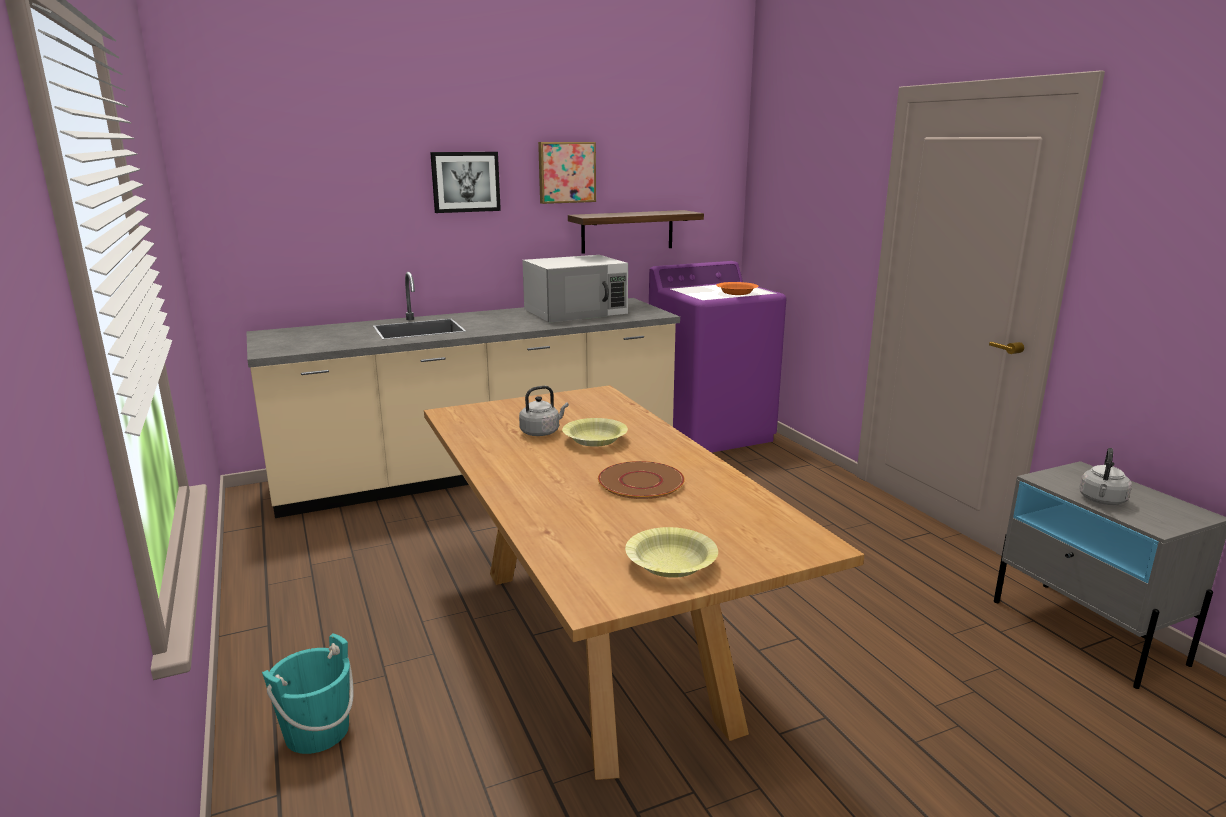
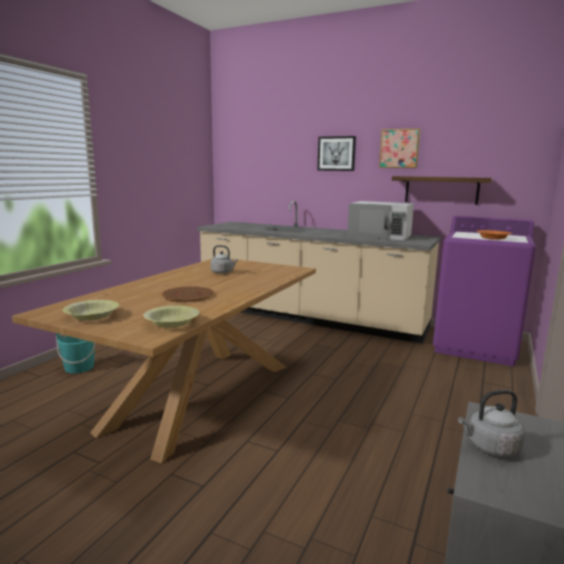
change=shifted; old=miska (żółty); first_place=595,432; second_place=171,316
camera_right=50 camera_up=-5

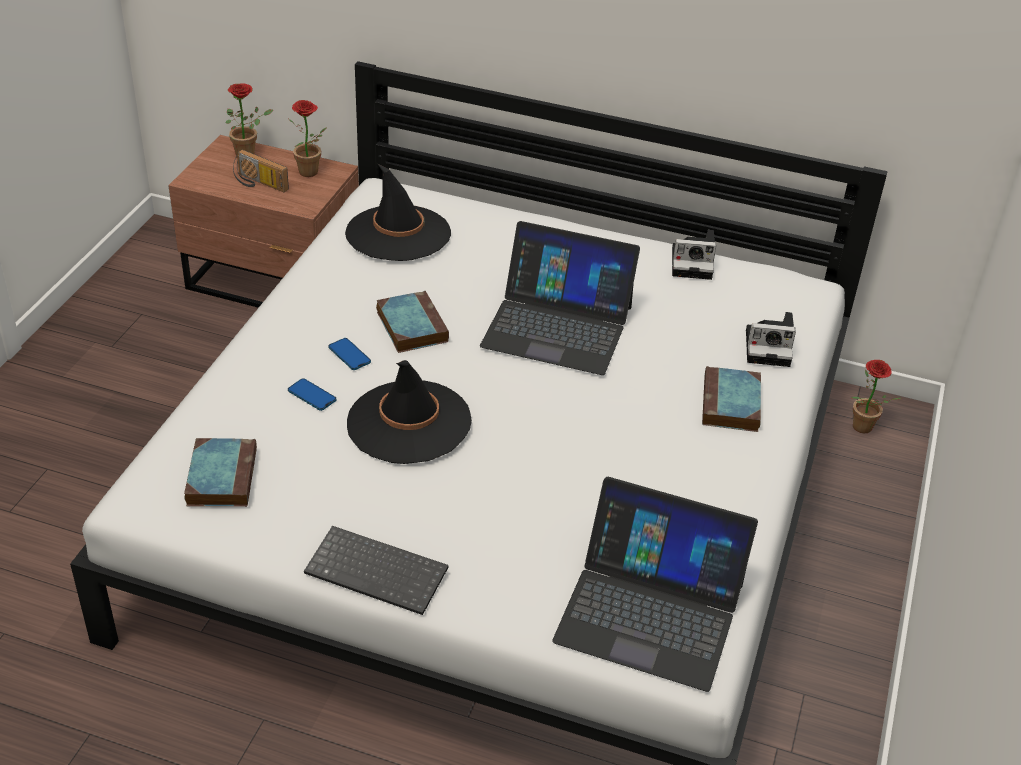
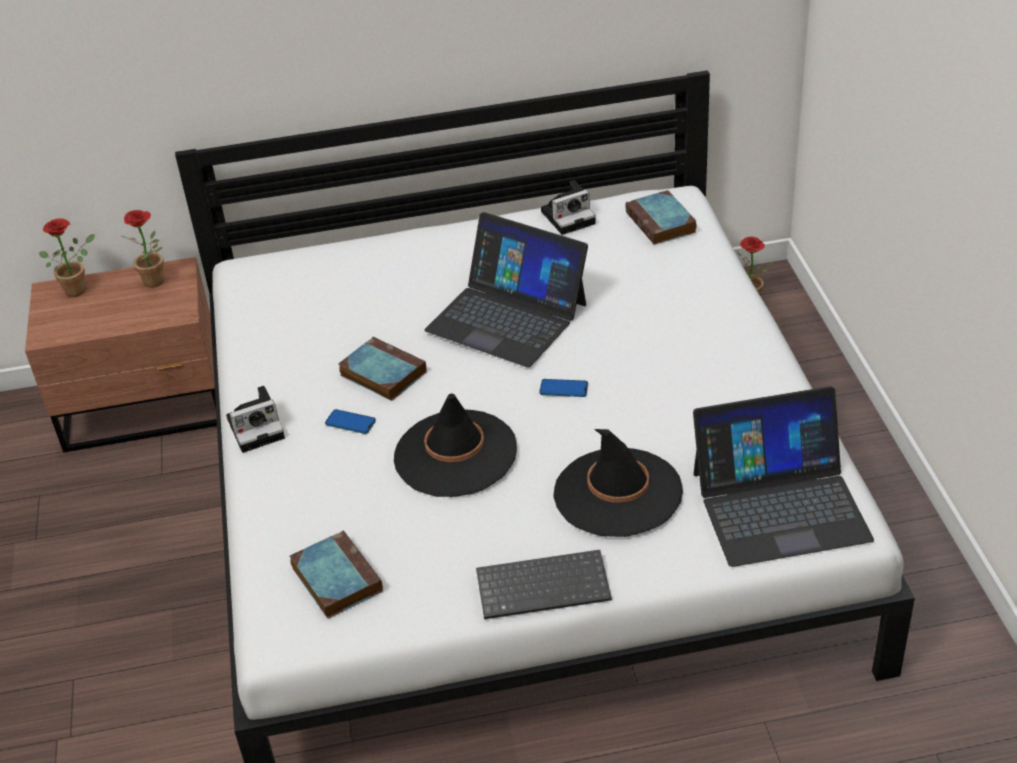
change=gone; old=radio; first_place=261,171
change=shifted; old=telefon; first_place=312,394; second_place=563,388
change=shifted; old=kapelusz (czarny); first_place=398,212; second_place=618,483
change=rotated; old=laptop; first_place=560,298; second_place=506,290; degrees=45
change=shifted; old=książka; first_place=731,399; second_place=661,217
change=shifted; old=aparat fotograficzny; first_place=771,339; second_place=255,419
camera_right=-25 camera_up=0

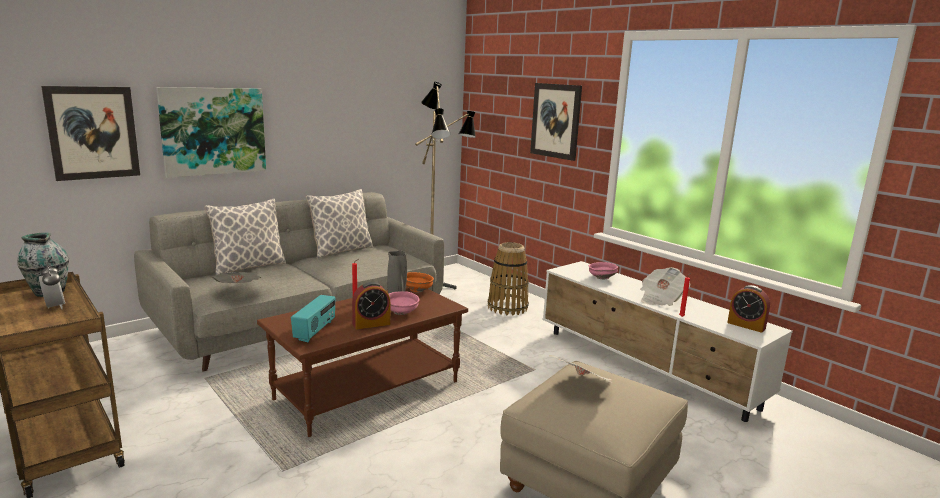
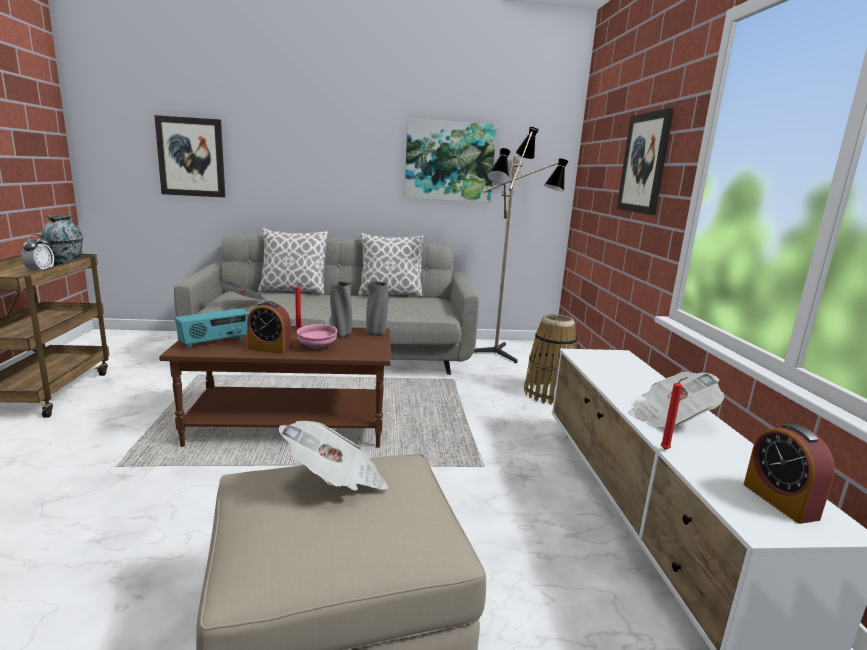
change=shifted; old=obraz; first_place=211,132; second_place=450,160
change=swapped; old=miska (pomarańczowy); new=wazon (szary); first_place=420,282; second_place=377,308
change=gone; old=miska (różowy); first_place=603,271
camera_right=35 camera_up=0

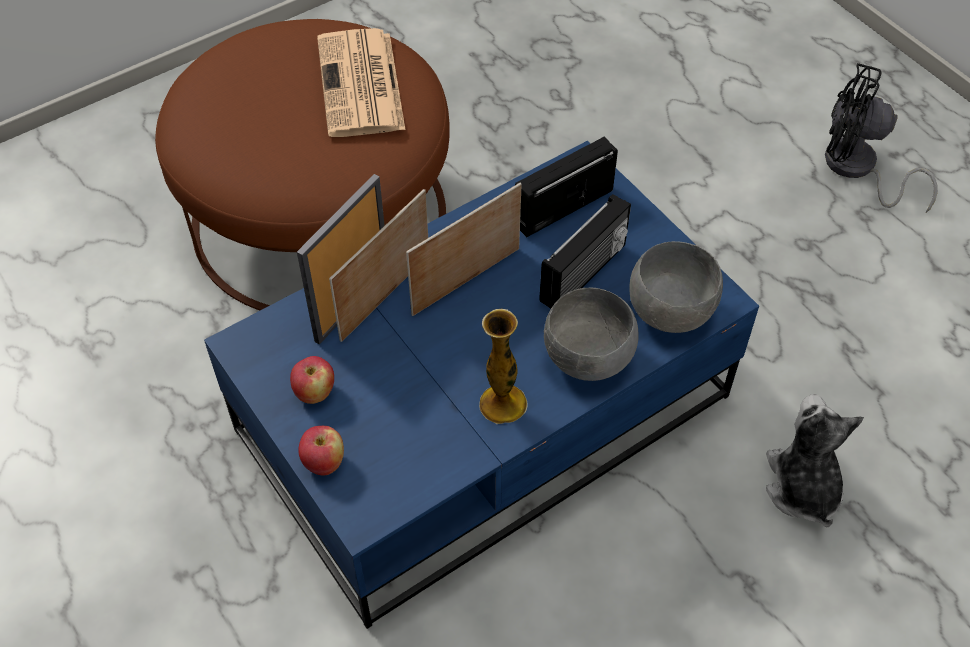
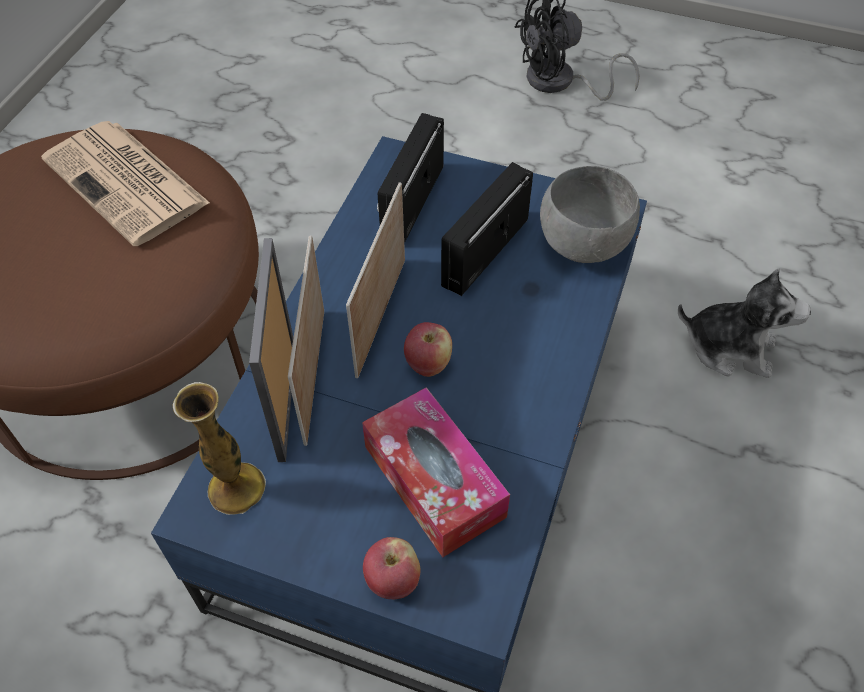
change=shifted; old=jabłko; first_place=312,380; second_place=428,349
change=shifted; old=wazon; first_place=503,366; second_place=219,448
change=rotated; old=radio; first_place=585,251; second_place=487,229; degrees=-150
change=gone; old=miska (szary); first_place=591,334
change=rotated; old=pluszak; first_place=815,460; second_place=744,323; degrees=150
change=new; new=pudełko chusteczek; second_place=436,472
camera_right=-35 camera_up=0

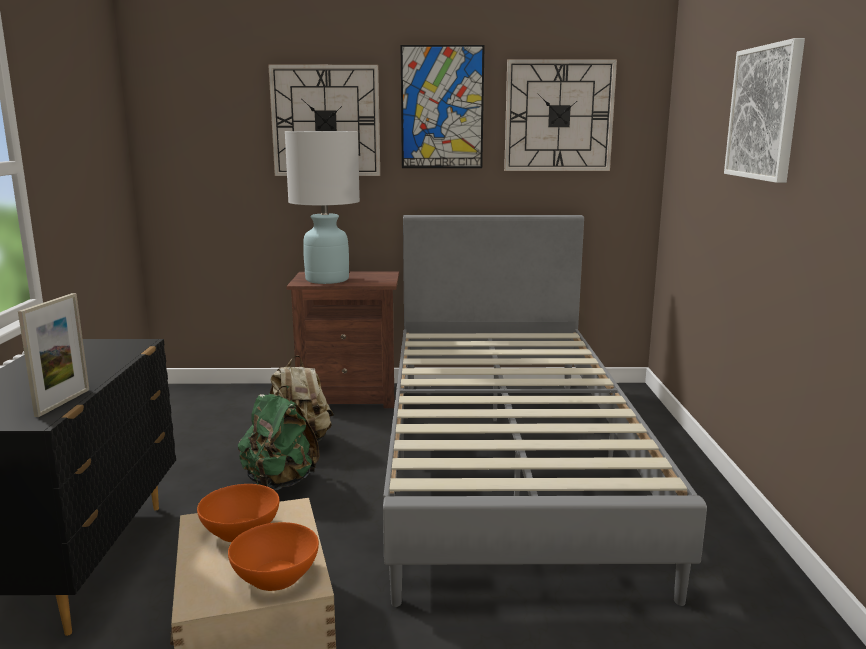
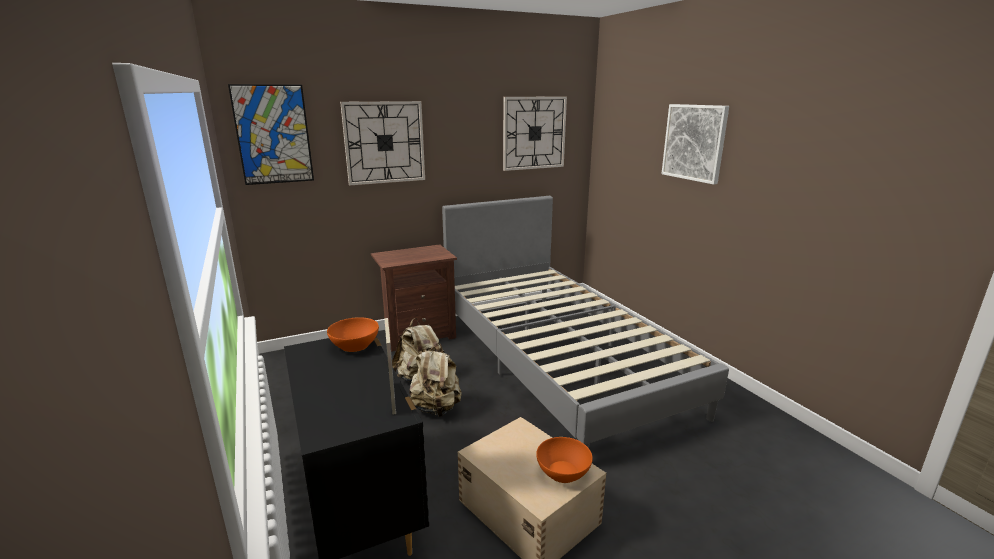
change=shifted; old=miska (pomarańczowy); first_place=238,513; second_place=353,334
change=repainted; old=plecak (zielony); new=plecak (beżowy); first_place=279,438; second_place=435,380
change=gone; old=lampa stołowa (biały); first_place=322,207
change=shifted; old=obraz; first_place=442,106; second_place=271,134
camera_right=-25 camera_up=5

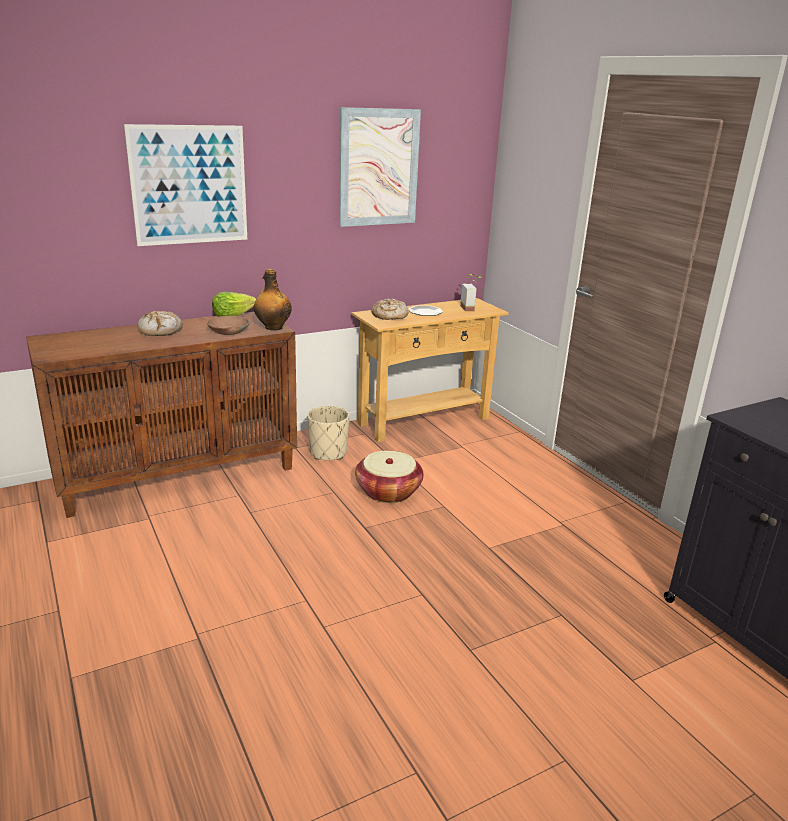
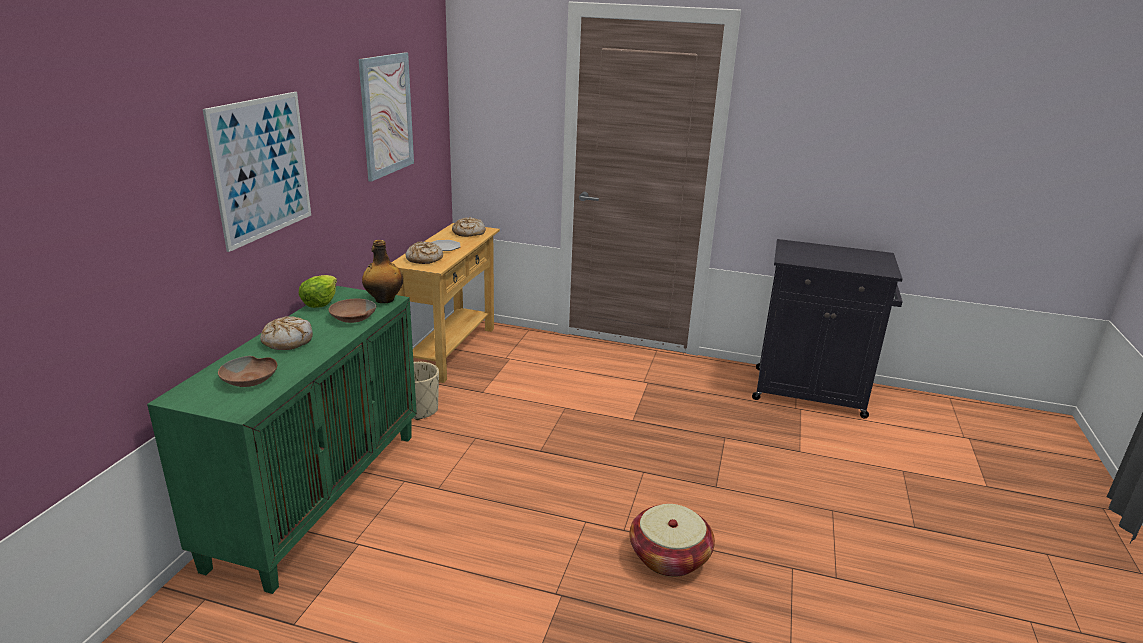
change=repainted; old=szafka (brązowy); new=szafka (zielony); first_place=161,415; second_place=282,440
change=shifted; old=koszyk; first_place=389,477; second_place=672,540
change=swapped; old=roślina doniczkowa; new=chleb; first_place=471,292; second_place=469,227
change=new; new=miska (brązowy); second_place=247,371
camera_right=-45 camera_up=0

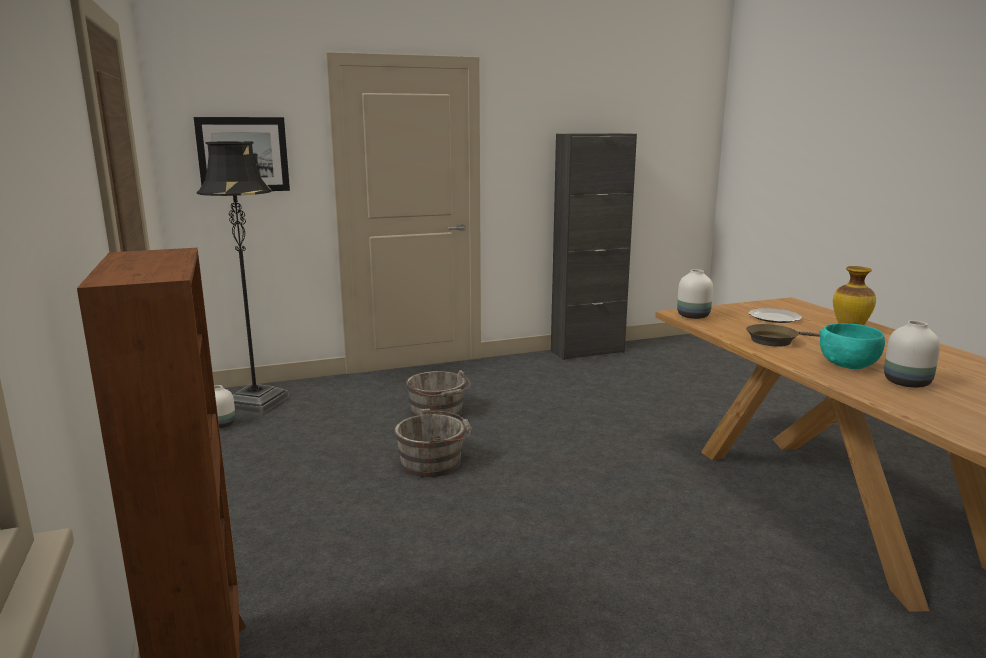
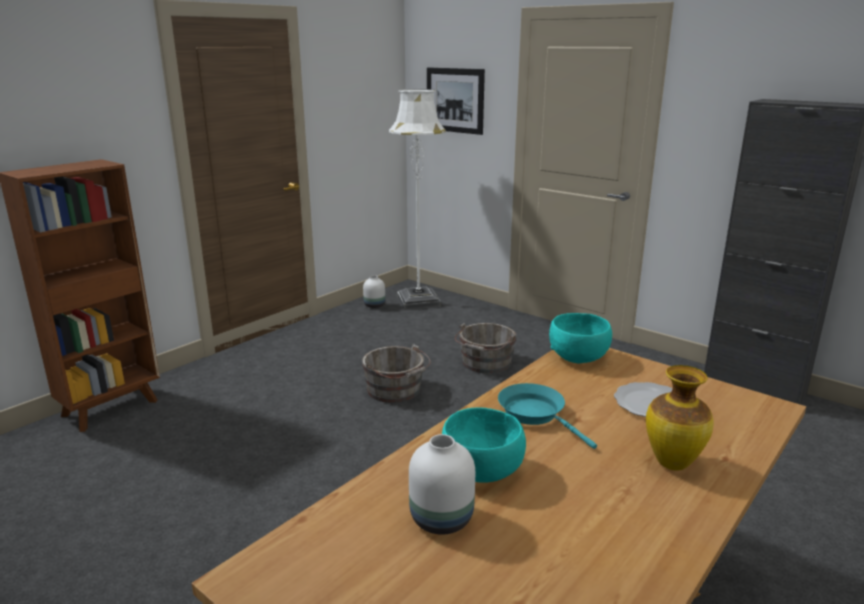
change=repainted; old=lampa stojąca (czarny); new=lampa stojąca (biały); first_place=243,277; second_place=417,199
change=swapped; old=wazon (biały); new=miska (turkusowy); first_place=695,294; second_place=580,338
change=repainted; old=patelnia (brązowy); new=patelnia (turkusowy); first_place=783,335; second_place=547,416
camera_right=60 camera_up=5

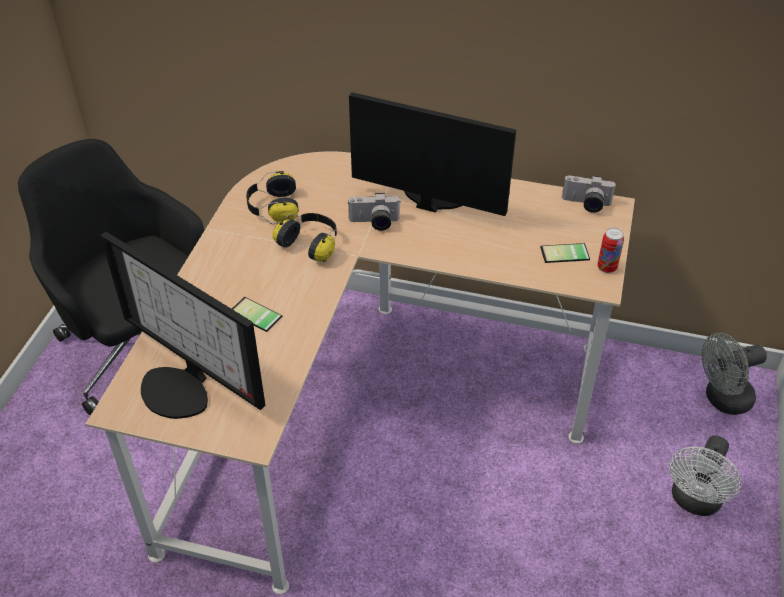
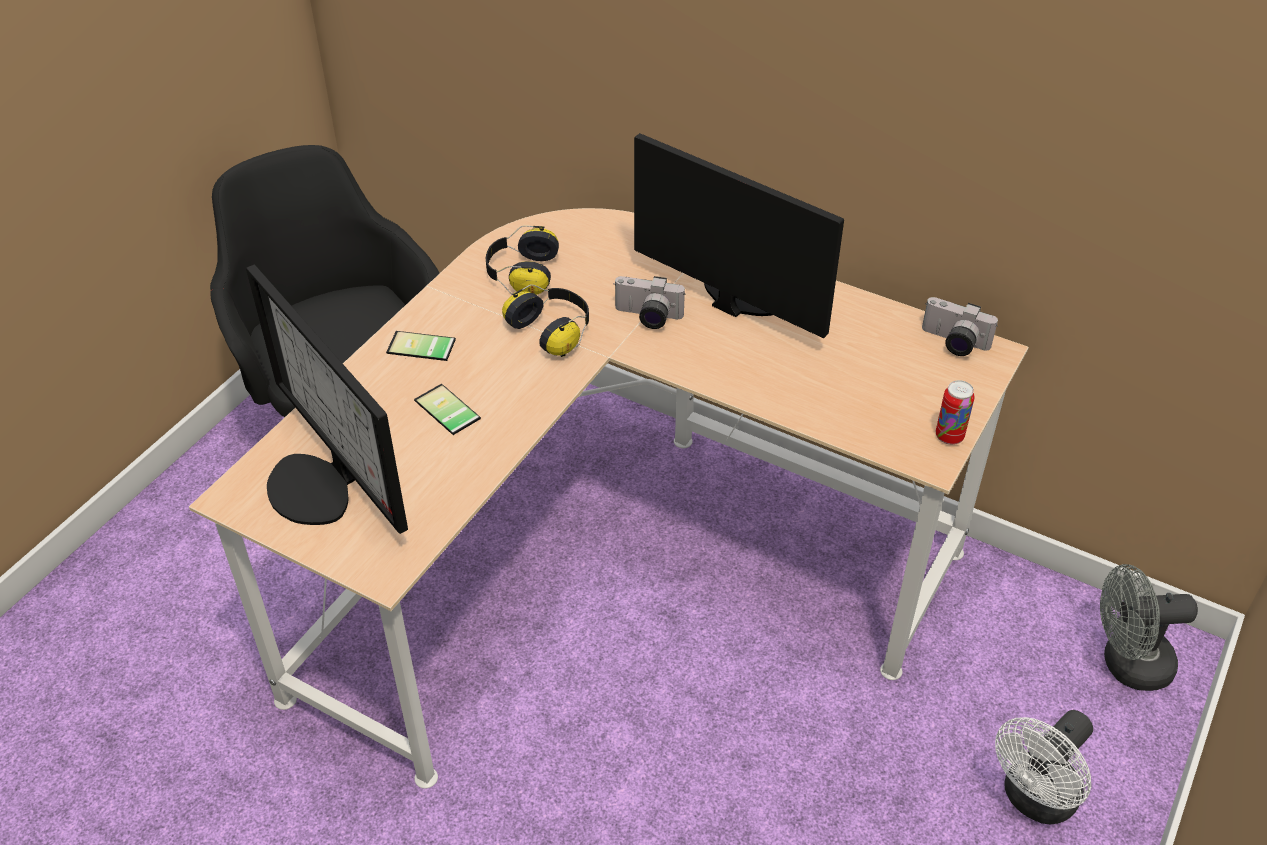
change=shifted; old=telefon; first_place=565,253; second_place=421,346
camera_right=15 camera_up=0

